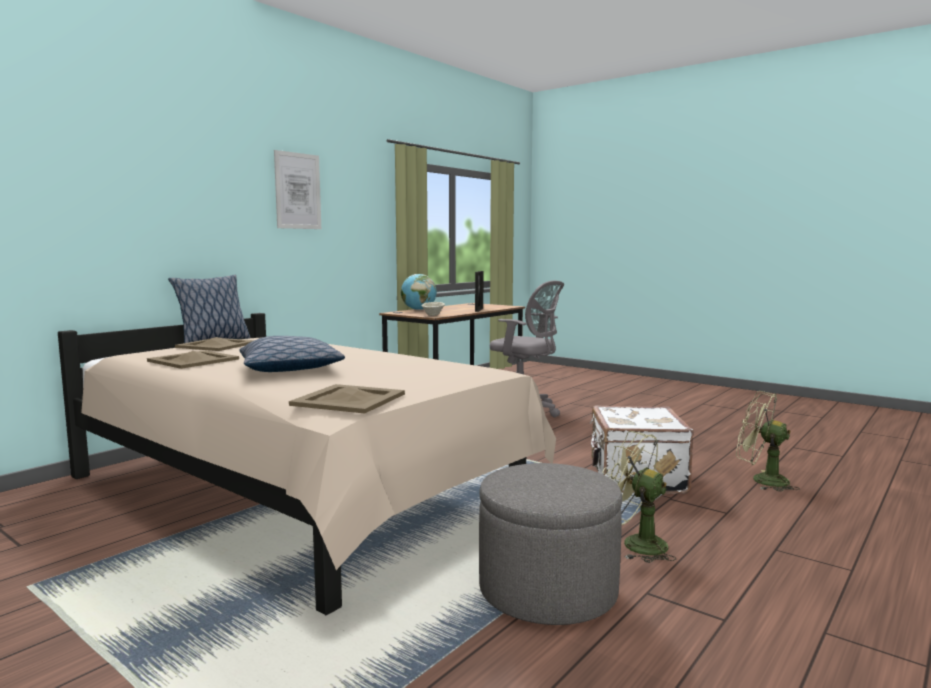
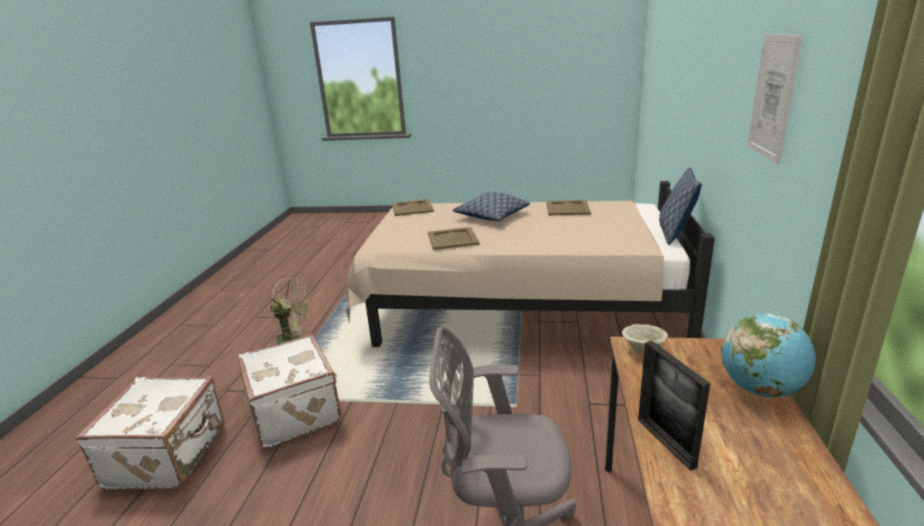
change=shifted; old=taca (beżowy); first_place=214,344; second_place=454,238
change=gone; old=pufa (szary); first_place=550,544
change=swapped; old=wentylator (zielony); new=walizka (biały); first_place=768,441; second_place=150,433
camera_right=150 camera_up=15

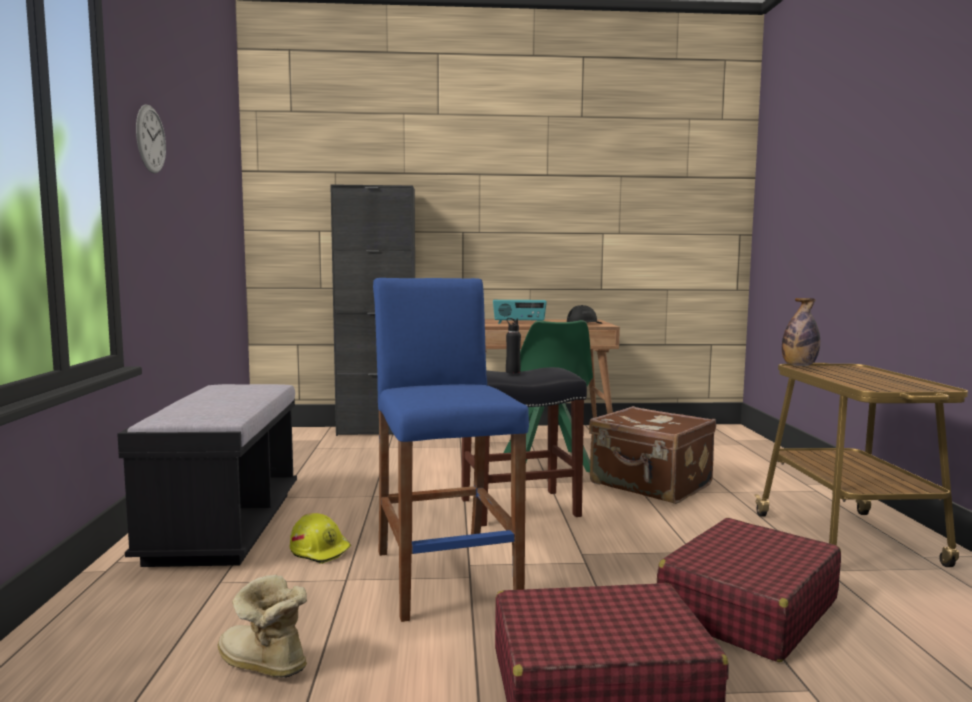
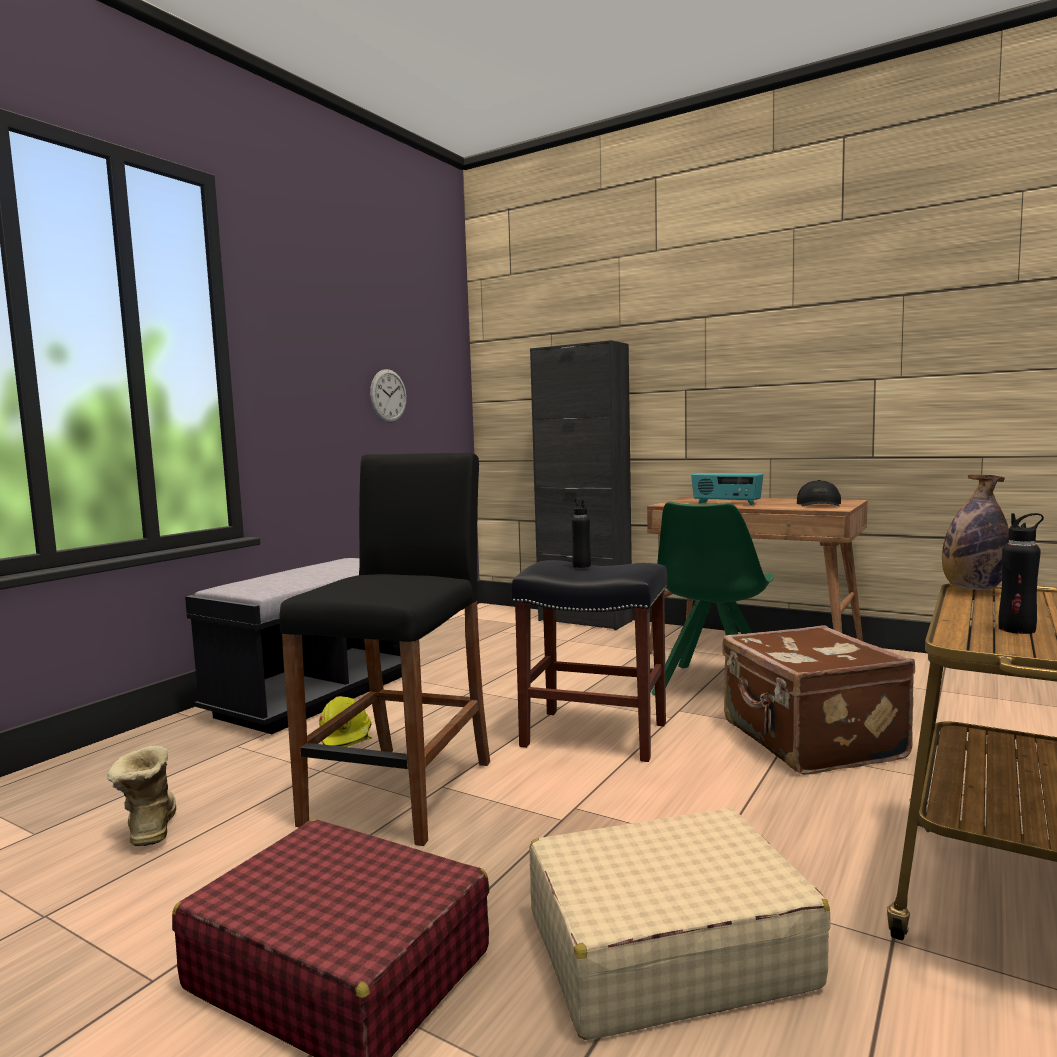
change=shifted; old=zegar ścienny; first_place=151,139; second_place=388,396
change=repainted; old=stołek (niebieski); new=stołek (czarny); first_place=451,450; second_place=384,649
change=repainted; old=walizka (czerwony); new=walizka (beżowy); first_place=749,590; second_place=680,924
change=new; new=butelka (czarny); second_place=1021,573
camera_right=35 camera_up=0

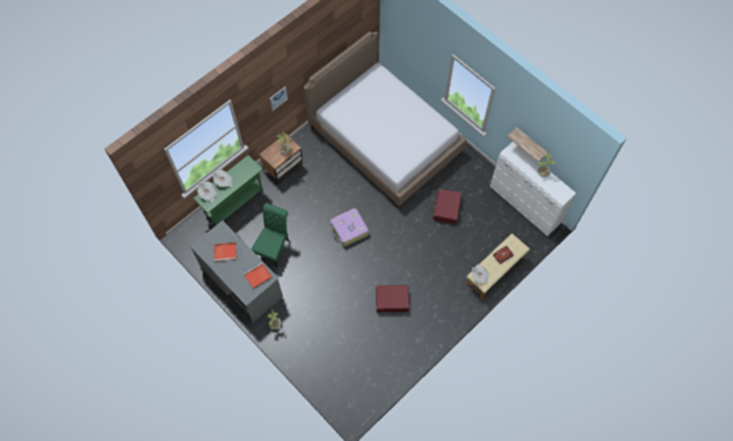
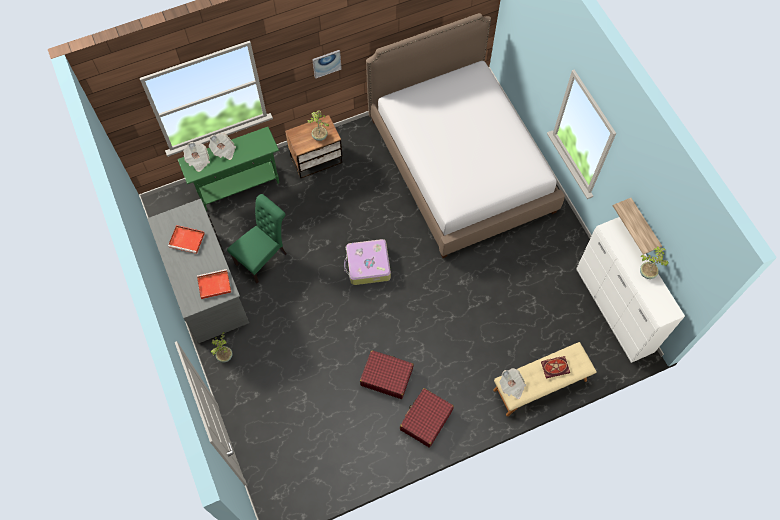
change=shifted; old=walizka (czerwony); first_place=447,206; second_place=427,418
camera_right=20 camera_up=0

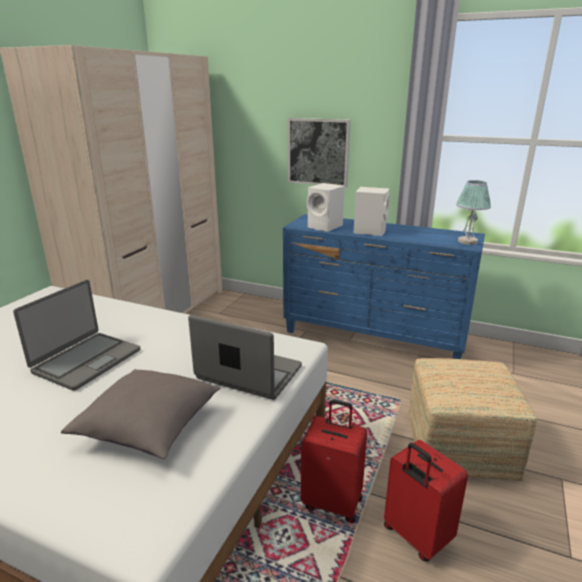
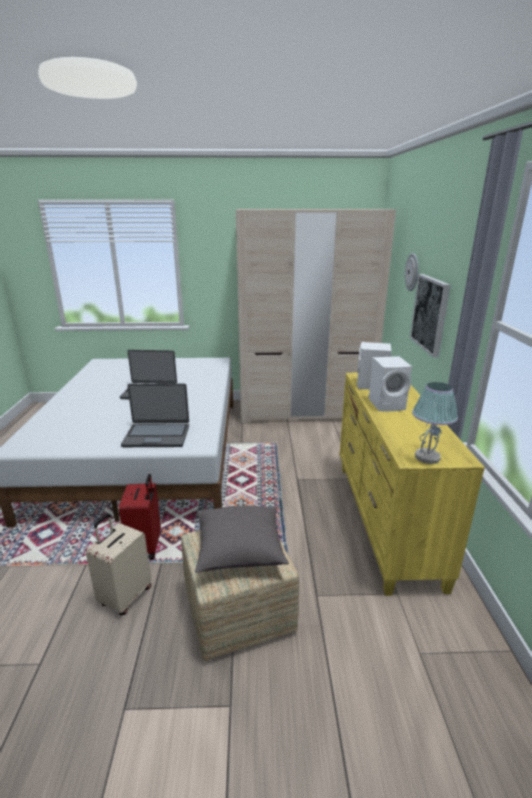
change=shifted; old=poduszka (szary); first_place=141,414; second_place=242,539
change=rotated; old=laptop; first_place=245,357; second_place=155,415; degrees=90
change=repainted; old=komoda (niebieski); new=komoda (żółty); first_place=384,286; second_place=412,484
change=repainted; old=walizka (czerwony); new=walizka (beżowy); first_place=426,501; second_place=118,564
change=new; new=zegar ścienny; second_place=412,272
camera_right=65 camera_up=0

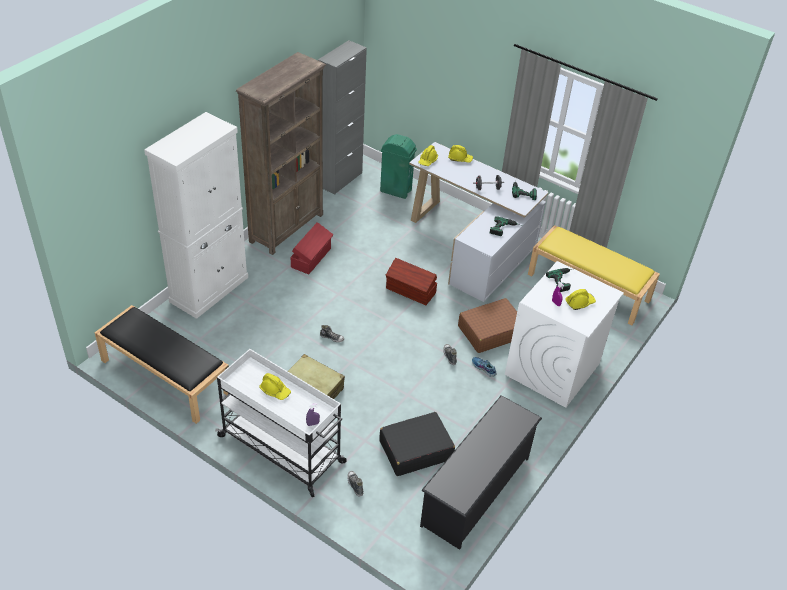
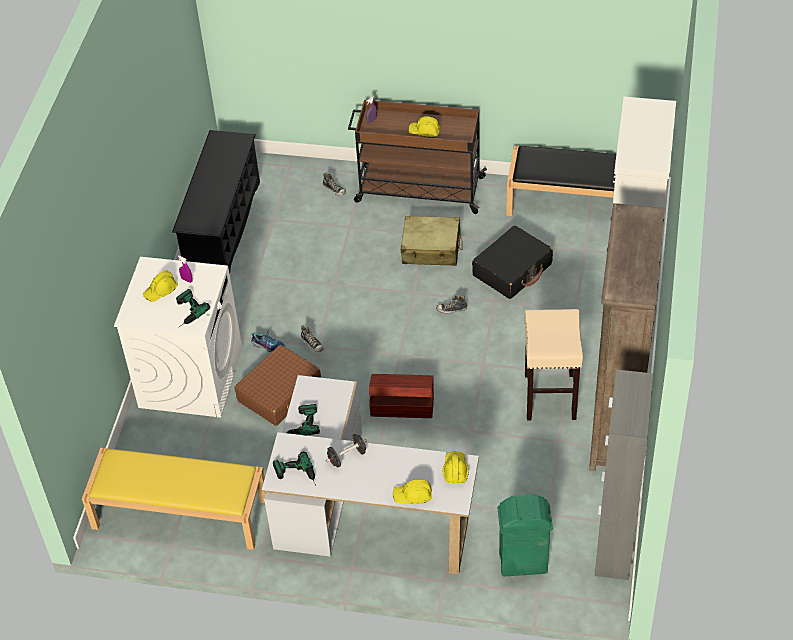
change=repainted; old=wózek (biały); new=wózek (brązowy); first_place=280,423; second_place=417,157
change=swapped; old=pojemnik do przechowywania (czerwony); new=stołek (beżowy); first_place=312,248; second_place=554,365
change=shifted; old=walizka (czarny); first_place=417,444; second_place=512,262
camera_right=160 camera_up=5

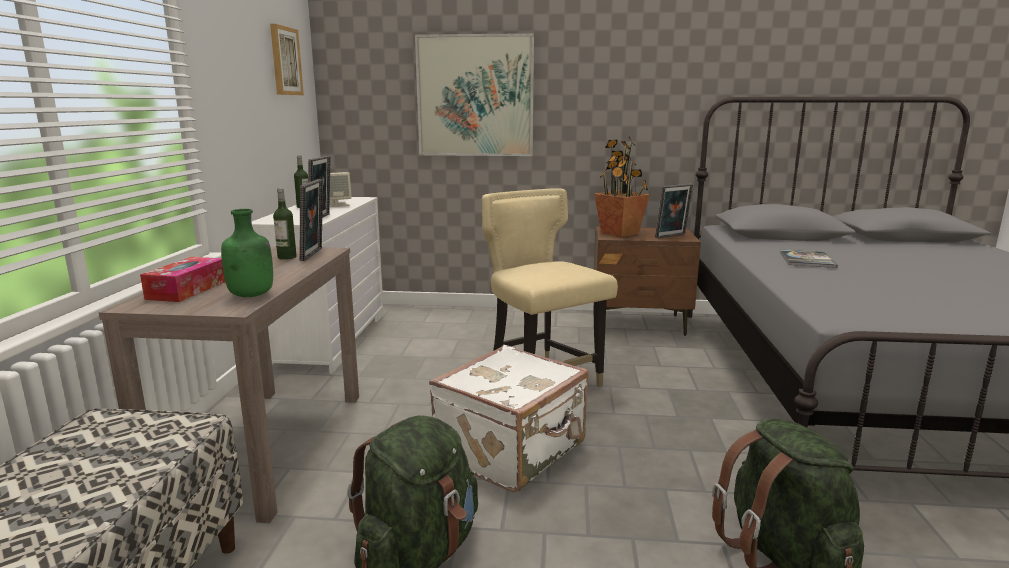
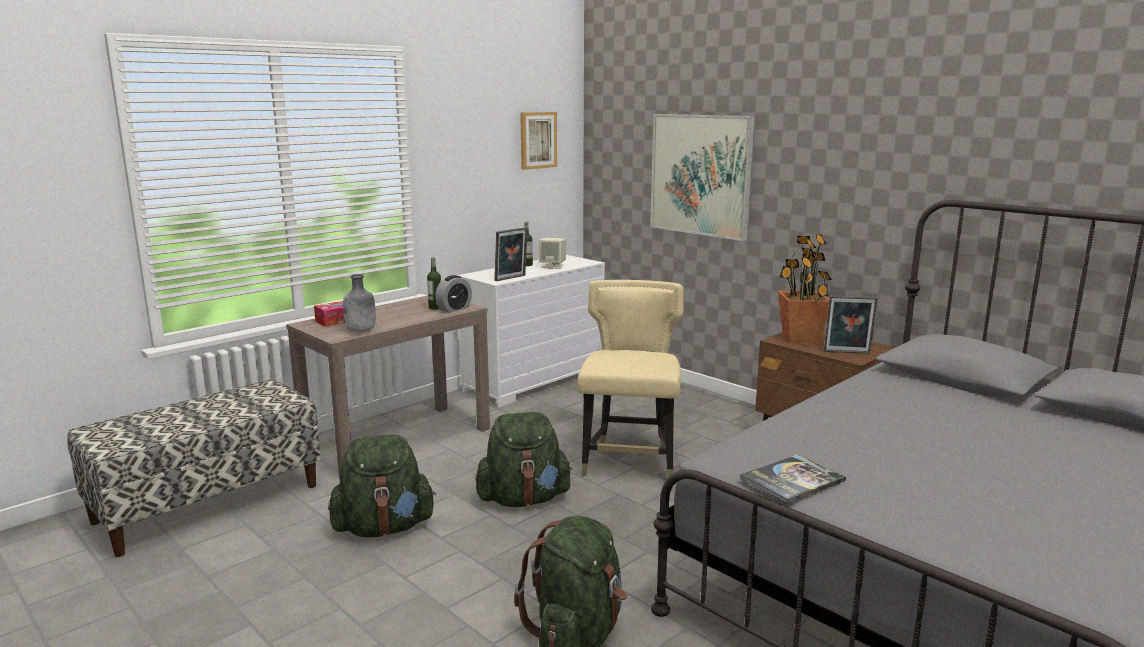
change=repainted; old=butelka (zielony); new=butelka (szary); first_place=247,253; second_place=359,303
change=swapped; old=ramka na zdjęcie; new=budzik; first_place=311,220; second_place=453,294
change=swapped; old=walizka (biały); new=plecak (zielony); first_place=509,418; second_place=524,459
change=shifted; old=książka; first_place=809,259; second_place=793,479
camera_right=40 camera_up=0

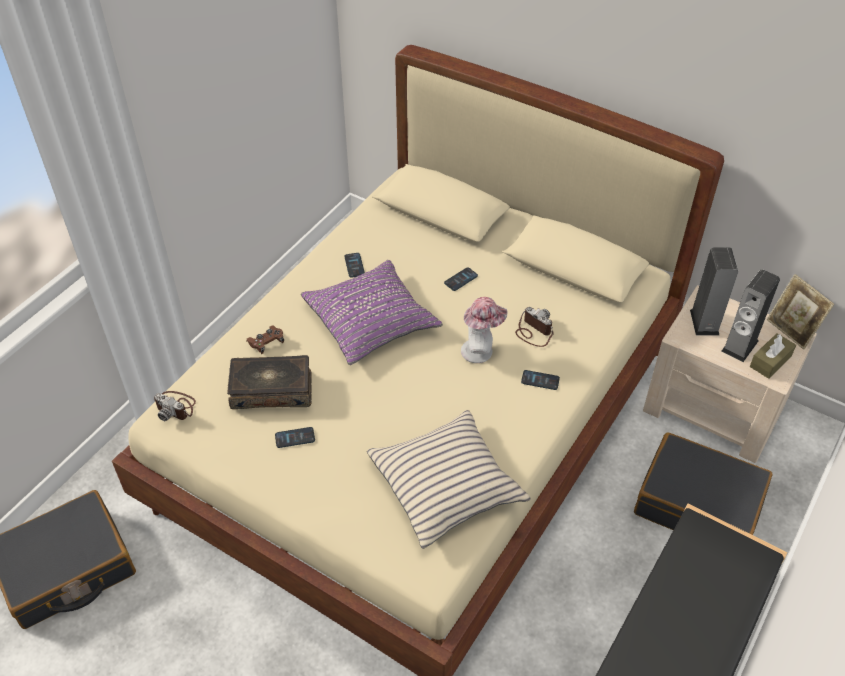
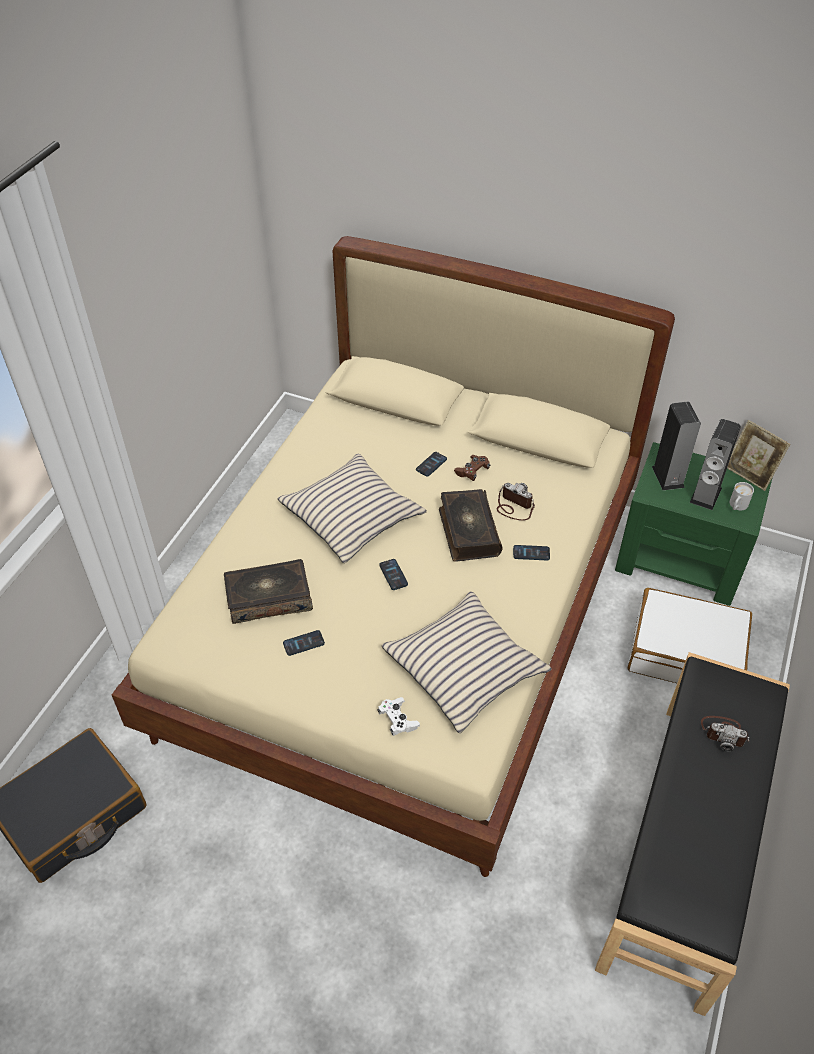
change=shifted; old=aparat fotograficzny; first_place=175,406; second_place=725,734
change=shifted; old=pad do gier (brązowy); first_place=265,339; second_place=472,468
change=repainted; old=poduszka (fioletowy); new=poduszka (beżowy); first_place=372,312; second_place=352,508
change=shifted; old=telefon; first_place=354,265; second_place=393,574
change=swapped; old=kapelusz; new=książka; first_place=484,330; second_place=470,525
change=repainted; old=walizka (czarny); new=walizka (biały); first_place=703,484; second_place=690,635
change=repainted; old=szafka nocna (beżowy); new=szafka nocna (zielony); first_place=730,374; second_place=694,524
change=swapped; old=pudełko chusteczek (brązowy); new=kubek (biały); first_place=773,356; second_place=741,496
change=new; new=pad do gier (biały); second_place=398,716
camera_right=-10 camera_up=0

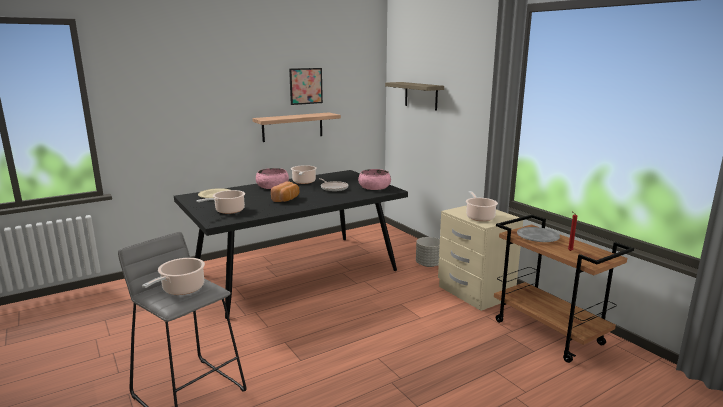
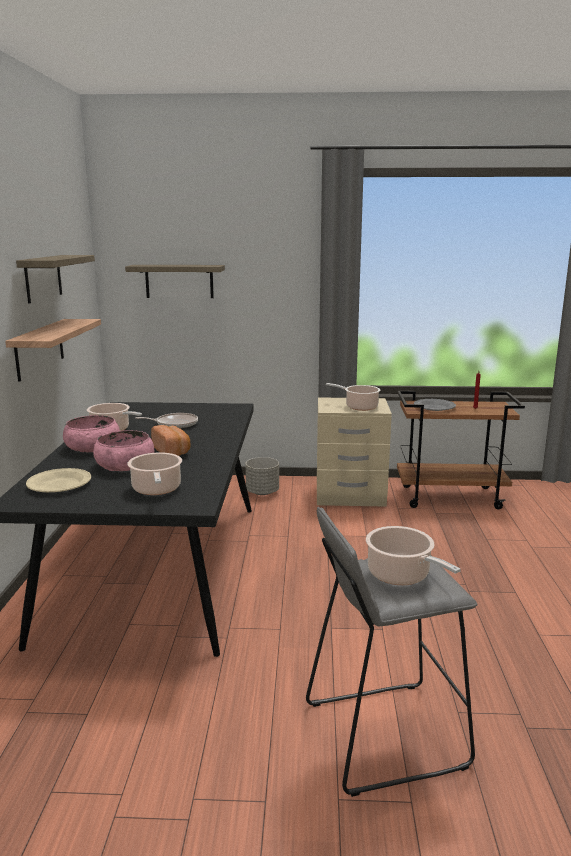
change=swapped; old=obraz; new=półka; first_place=306,86; second_place=55,279
change=shifted; old=miska (różowy); first_place=374,179; second_place=123,450
camera_right=-55 camera_up=0

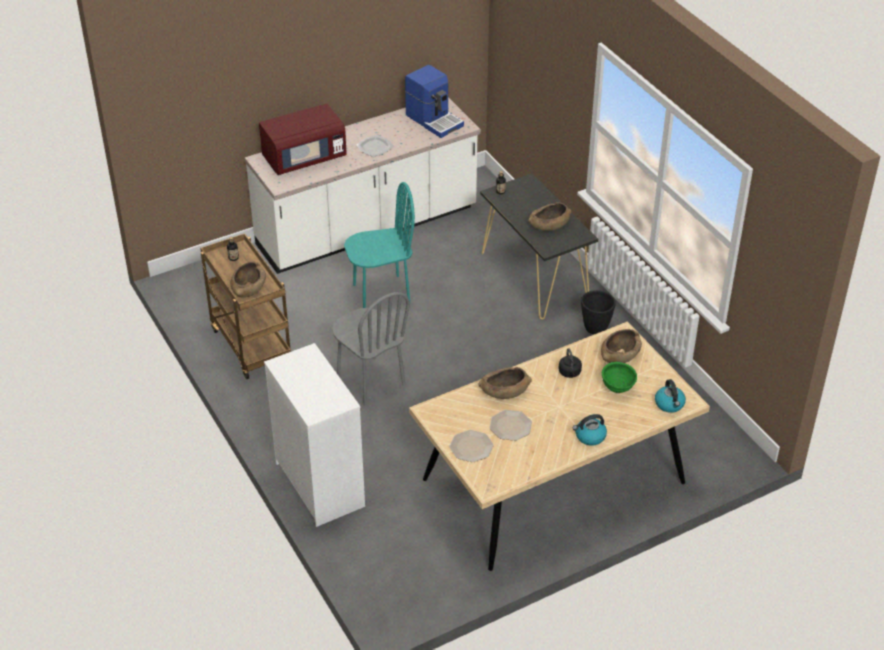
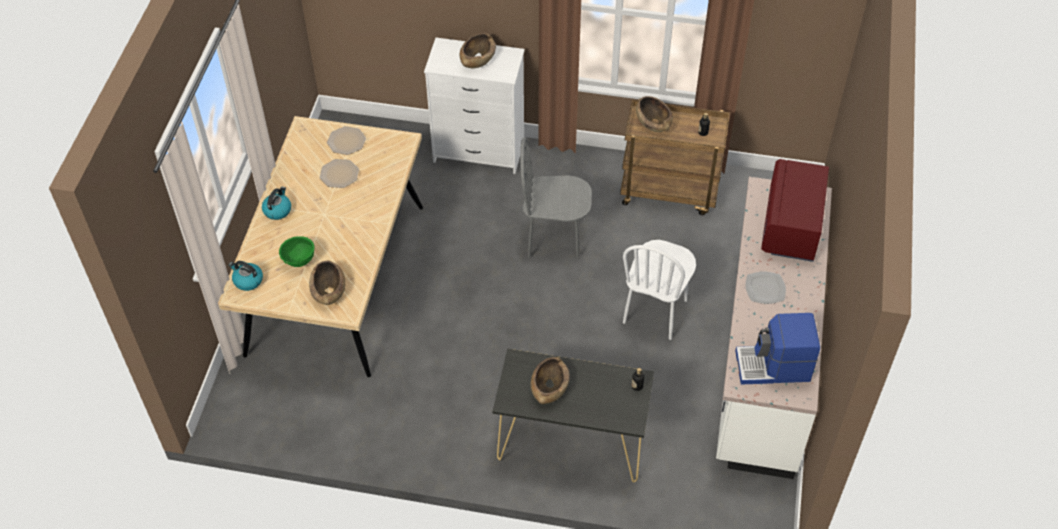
change=repainted; old=krzesło (turkusowy); new=krzesło (biały); first_place=379,245; second_place=659,290
change=shifted; old=miska (brązowy); first_place=505,383; second_place=478,50
change=gone; old=czajnik (czarny); first_place=570,363
change=gone; old=donica (czarny); first_place=598,312
camera_right=130 camera_up=10

